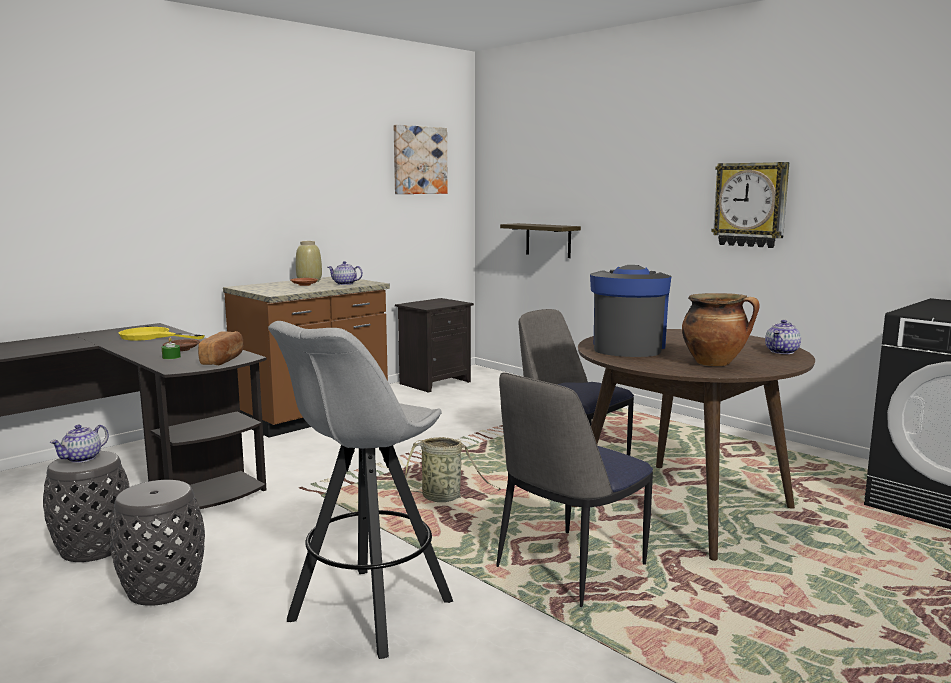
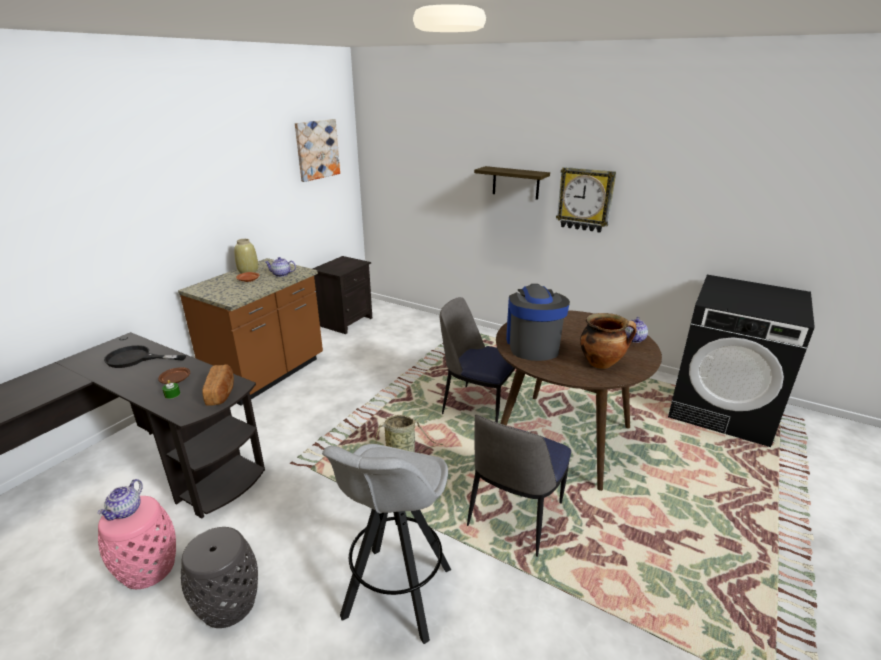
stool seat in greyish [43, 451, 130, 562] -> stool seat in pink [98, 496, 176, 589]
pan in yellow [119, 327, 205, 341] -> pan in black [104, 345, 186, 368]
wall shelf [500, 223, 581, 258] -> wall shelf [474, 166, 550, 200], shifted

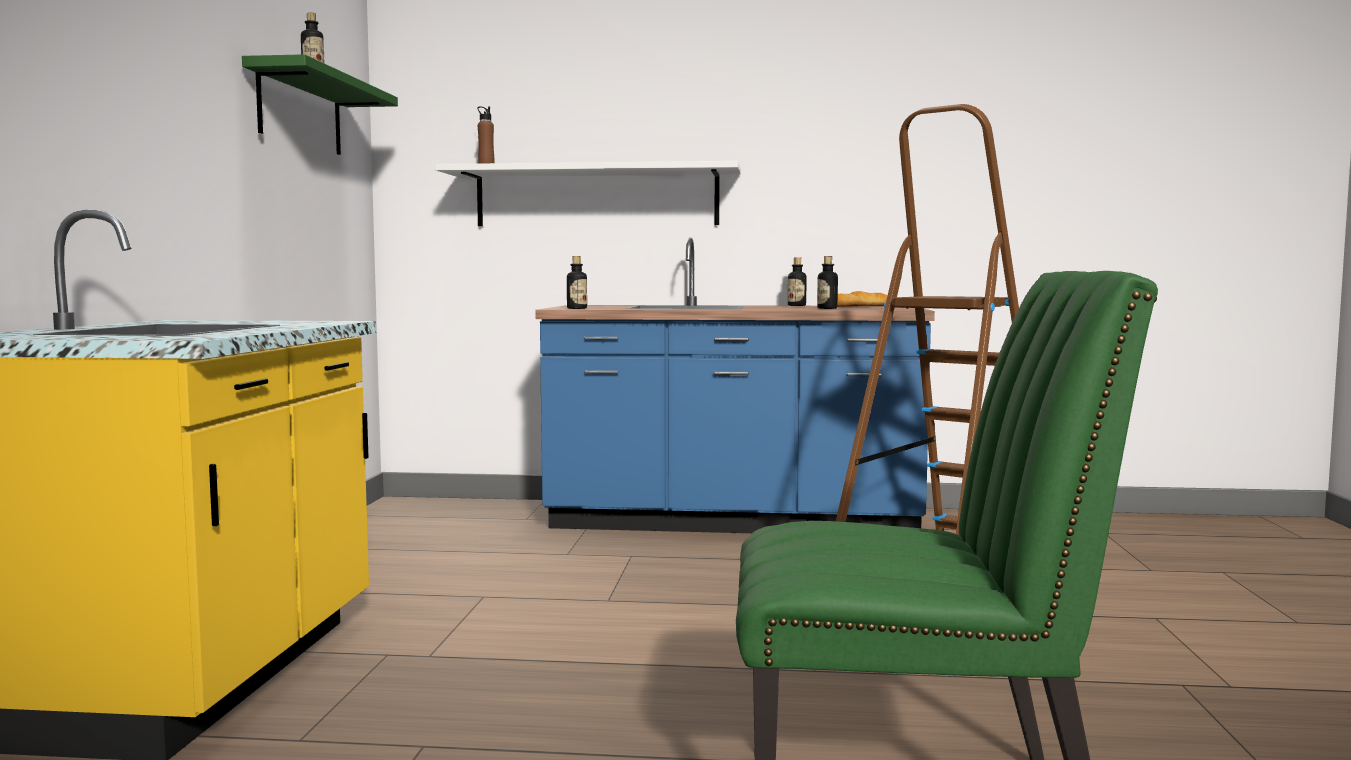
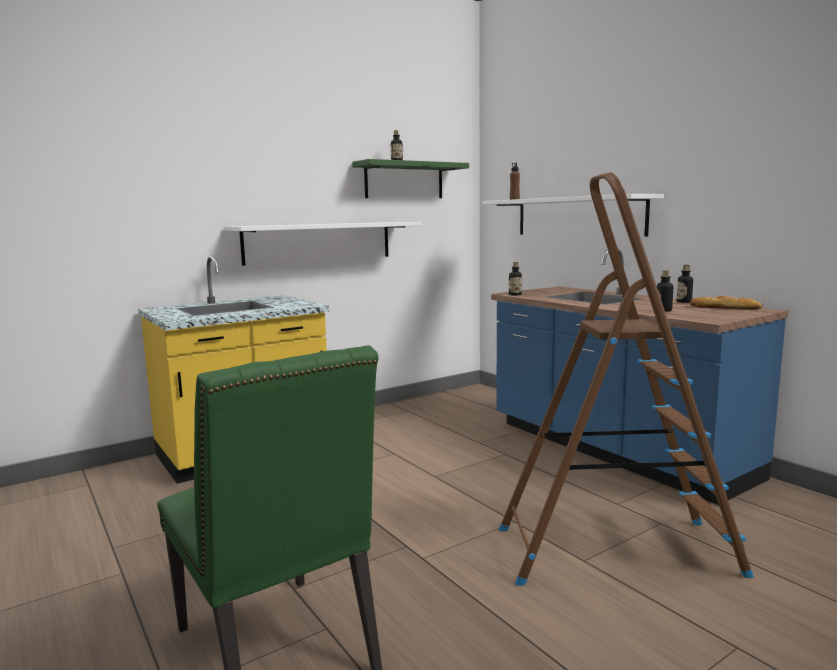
none -> wall shelf in white [225, 222, 421, 266]

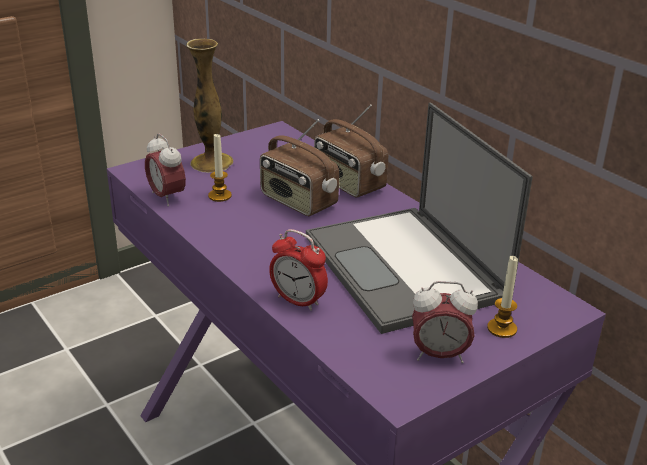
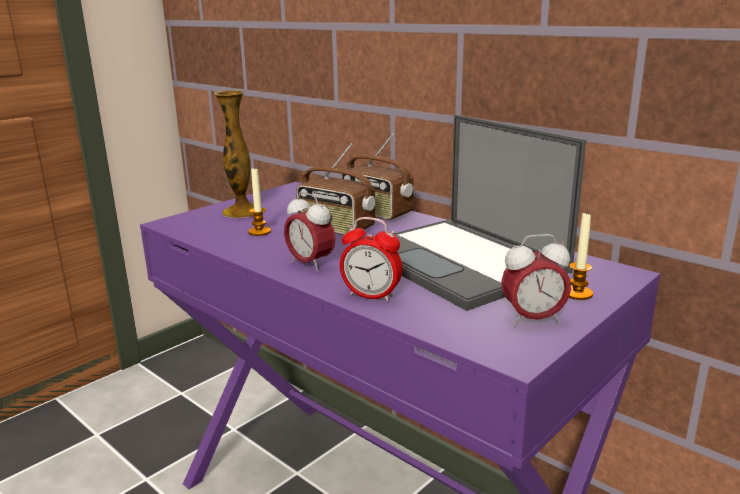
alarm clock [145, 133, 186, 206] -> alarm clock [284, 192, 335, 272], shifted

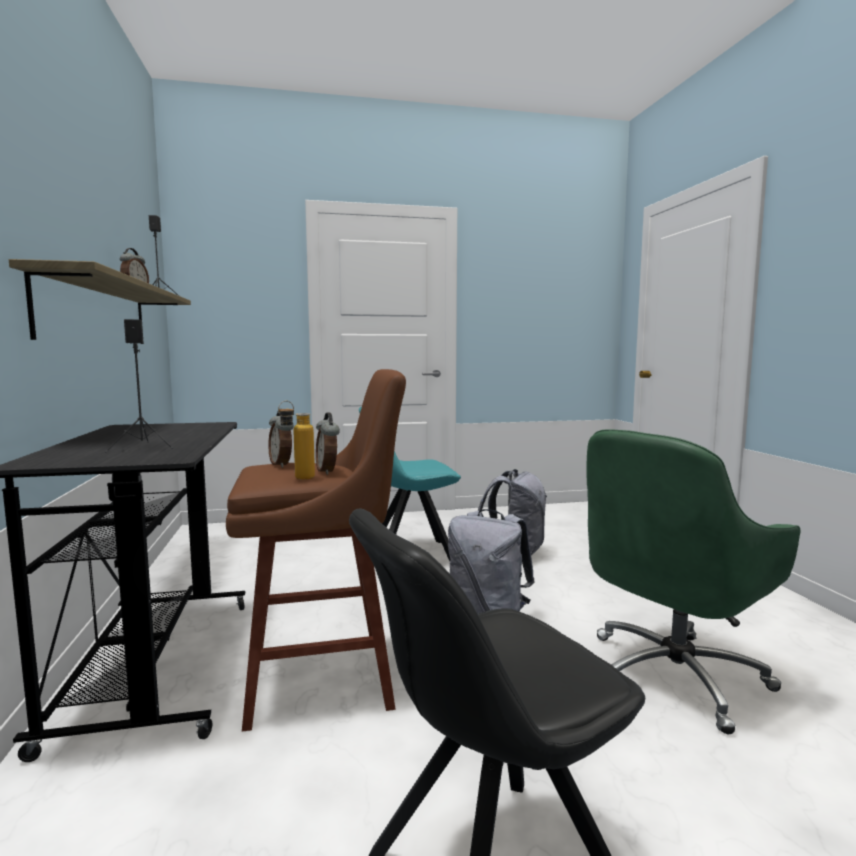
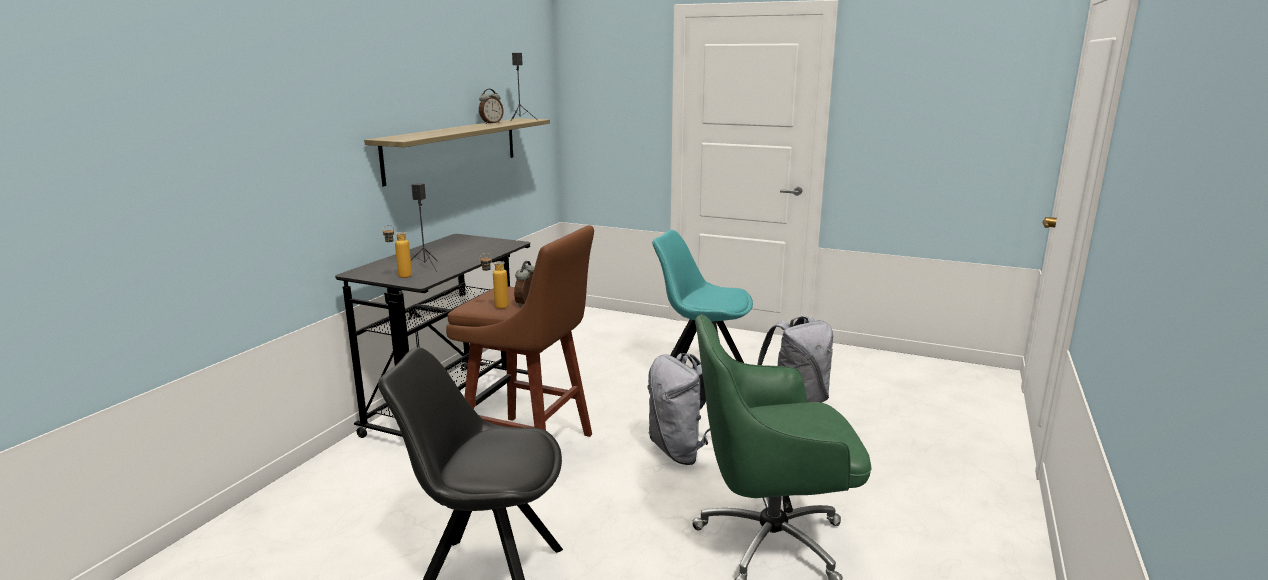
none -> drink bottle [382, 225, 412, 278]
alarm clock [268, 409, 294, 468] -> none

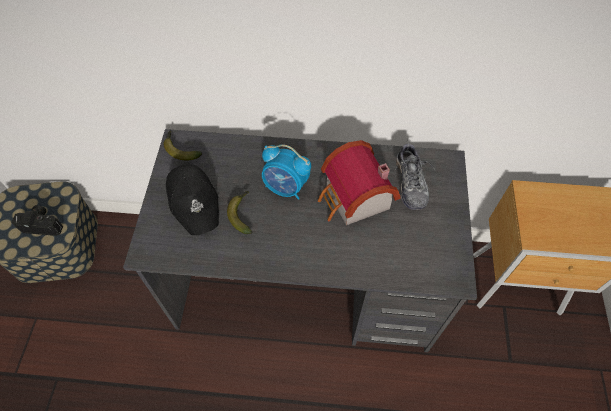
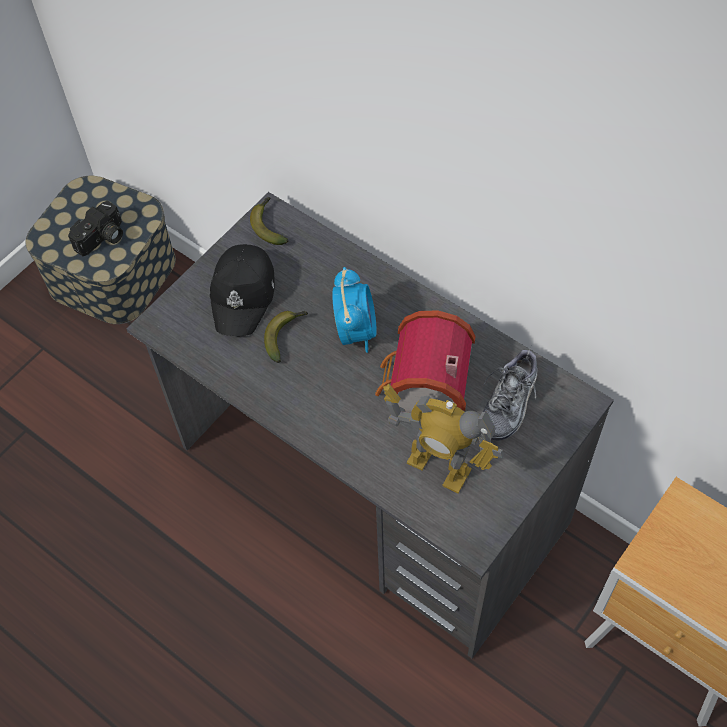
photo camera [11, 205, 63, 236] -> photo camera [68, 200, 123, 256], 90 degrees clockwise
alarm clock [262, 144, 311, 200] -> alarm clock [332, 267, 377, 353], 150 degrees counterclockwise
none -> robot figure [383, 384, 504, 493]

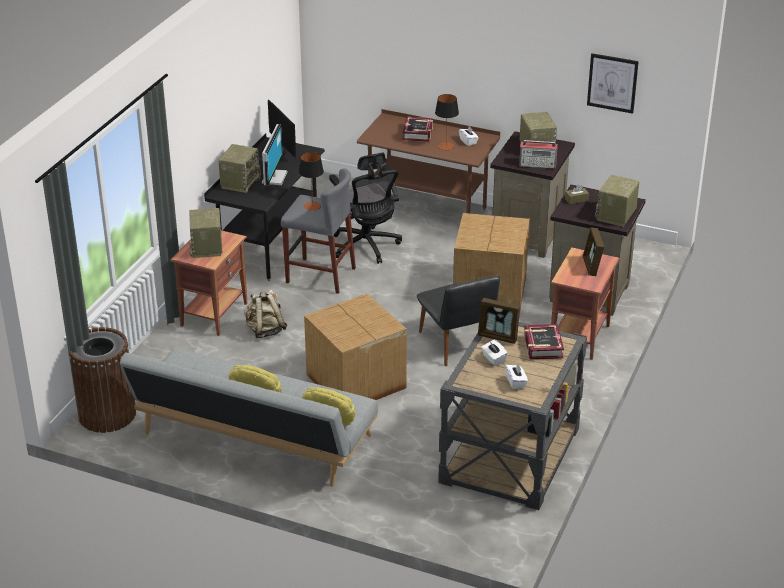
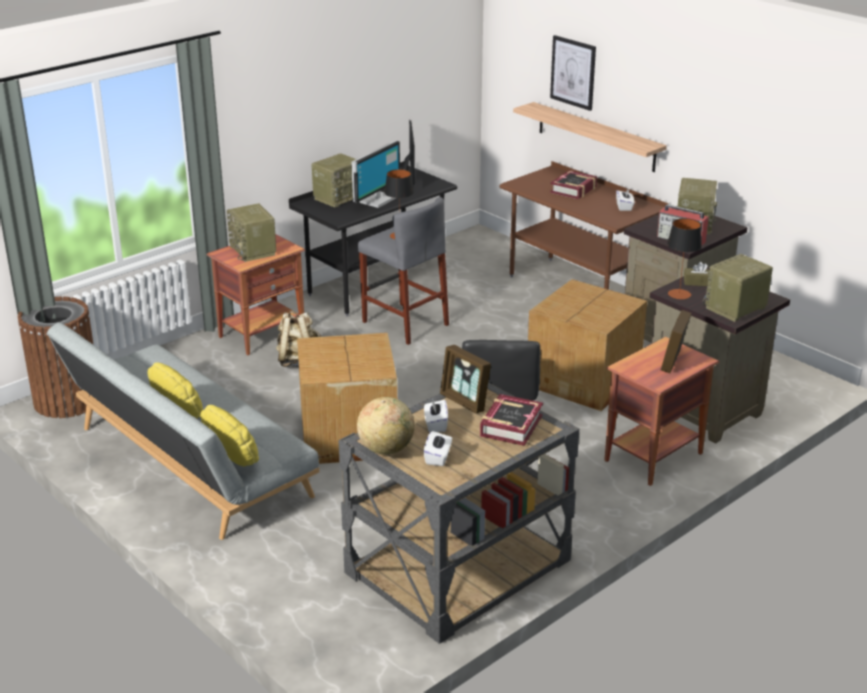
radio receiver [189, 208, 222, 258] -> radio receiver [227, 204, 276, 262], 45 degrees counterclockwise
none -> desk globe [357, 397, 415, 455]
none -> wall shelf [513, 102, 667, 172]
wall picture [587, 53, 639, 114] -> wall picture [550, 35, 596, 111], shifted
table lamp [435, 94, 459, 150] -> table lamp [667, 218, 702, 300], shifted
computer chair [329, 152, 402, 264] -> none

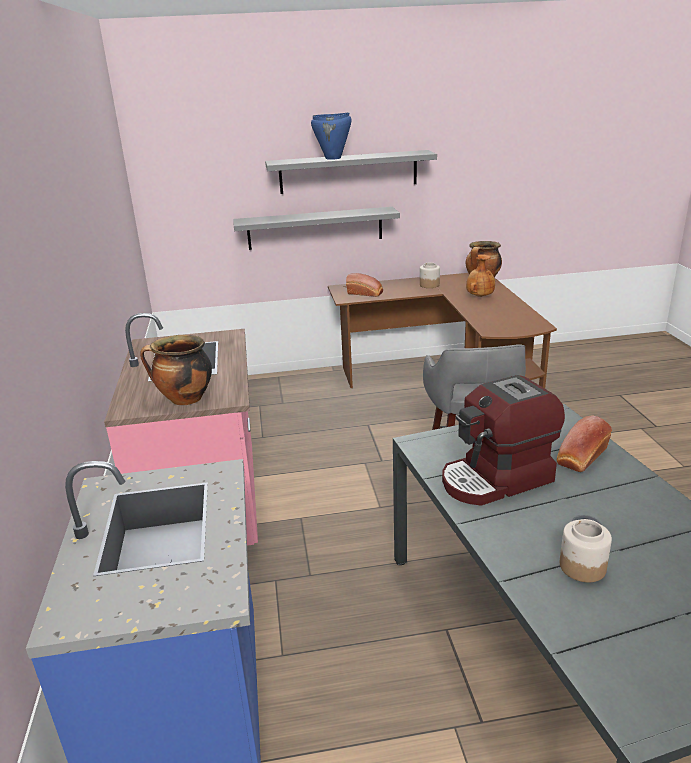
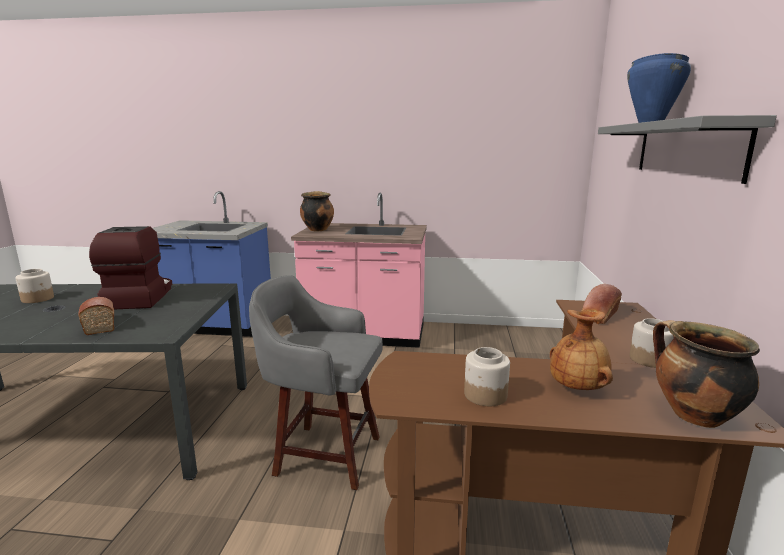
none -> jar [464, 347, 510, 406]
wall shelf in greyish [233, 207, 400, 250] -> none

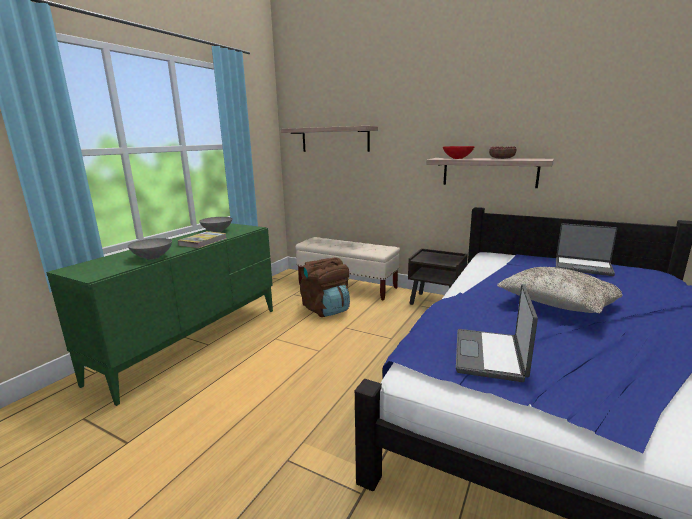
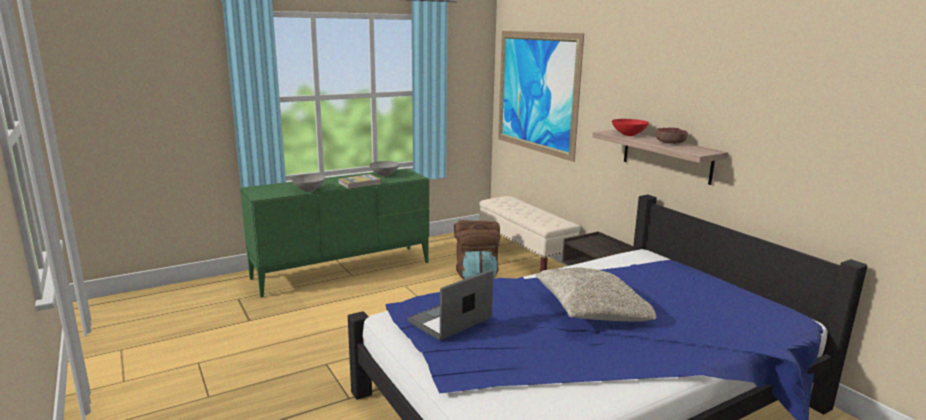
wall shelf [280, 126, 378, 152] -> wall picture [498, 31, 584, 162]
notebook computer [556, 223, 617, 276] -> none

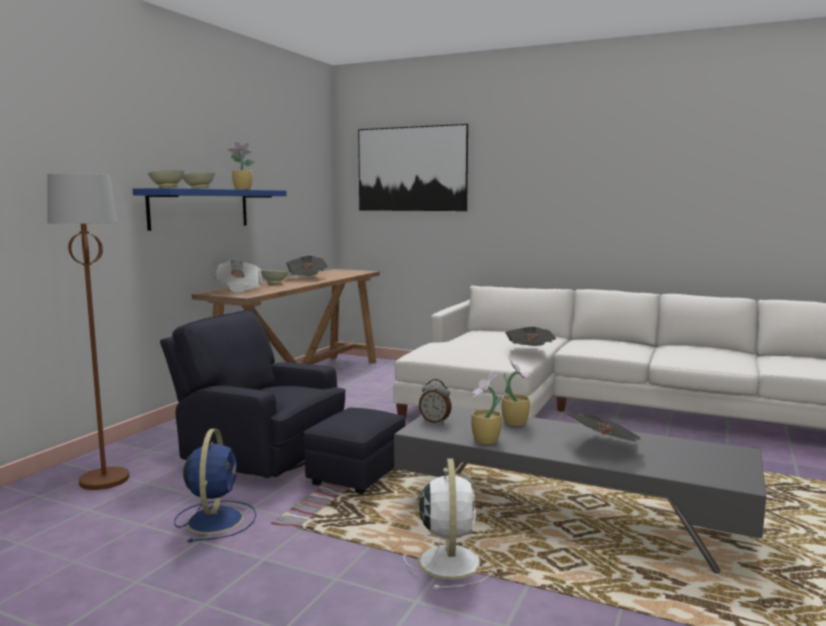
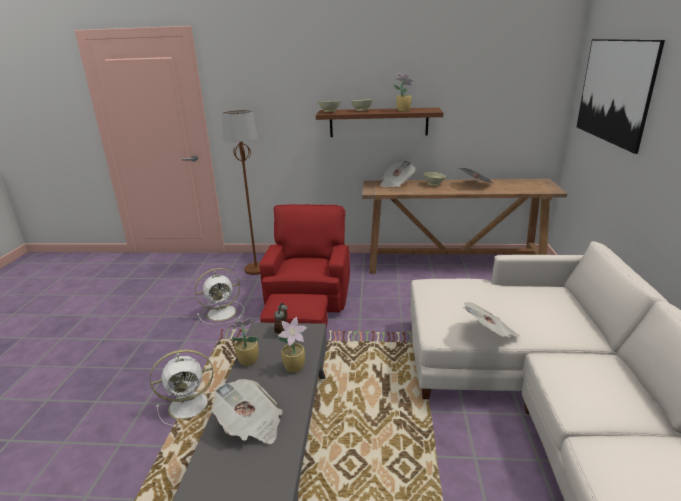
electric fan in blue [174, 429, 256, 542] -> electric fan in white [195, 268, 244, 325]
easy chair in black [160, 309, 406, 494] -> easy chair in red [260, 204, 350, 328]
wall shelf in blue [133, 188, 287, 231] -> wall shelf in brown-coloured [316, 107, 443, 137]

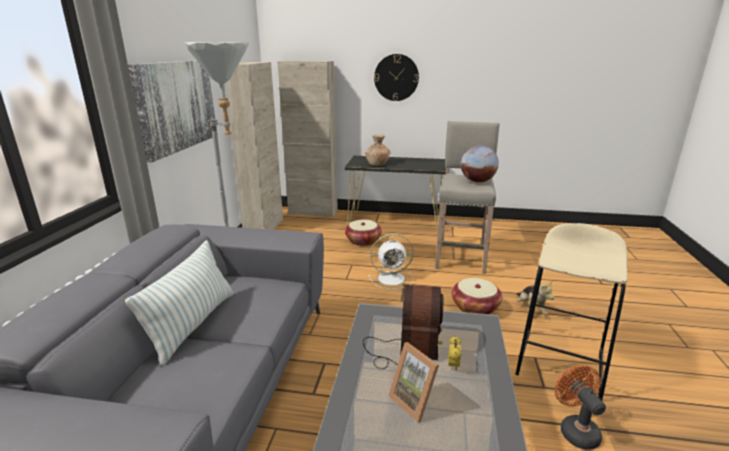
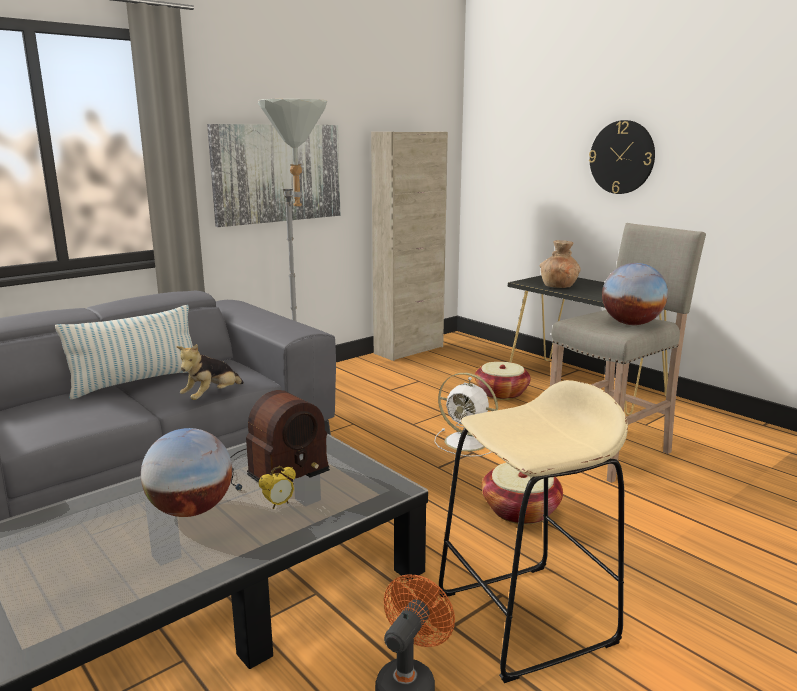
standing frame [388, 342, 439, 422] -> desk globe [141, 428, 232, 517]
soft toy [516, 280, 554, 315] -> soft toy [176, 344, 244, 400], shifted
cabinet in beige-coloured [277, 61, 338, 217] -> none

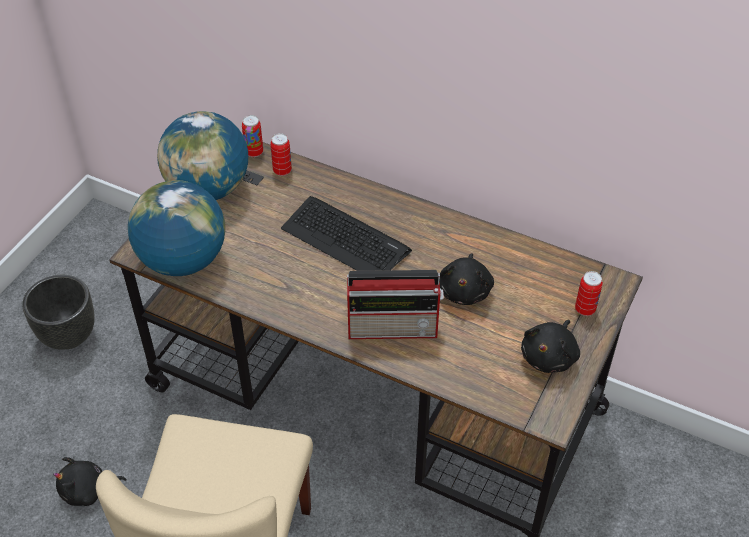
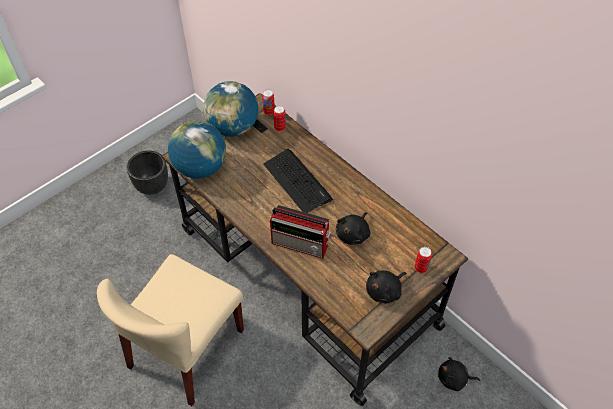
soft toy in black [53, 457, 126, 506] -> soft toy in black [438, 357, 480, 391], shifted

